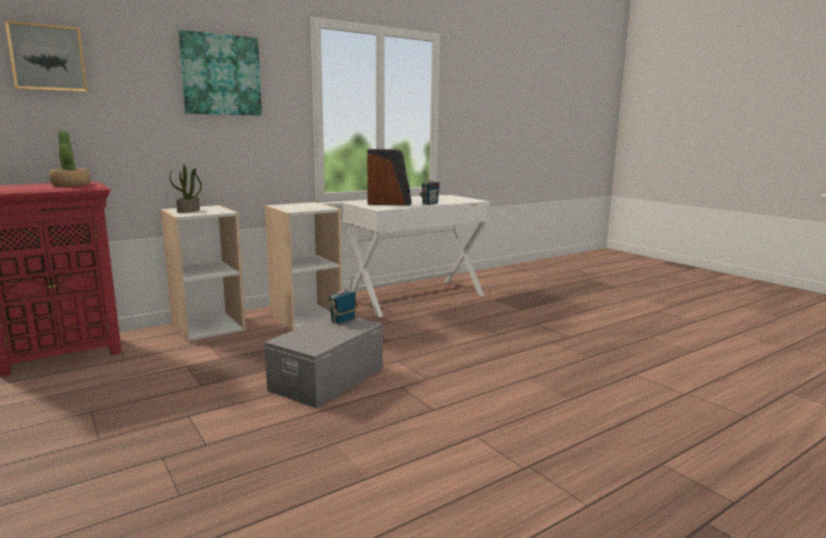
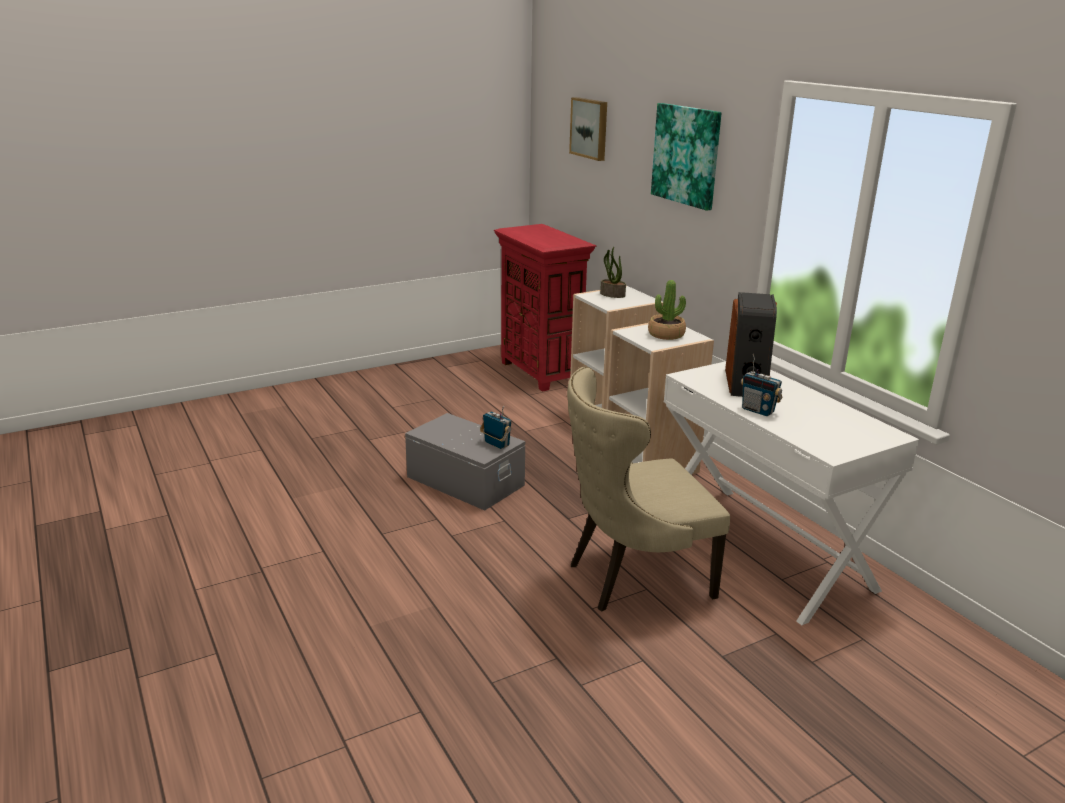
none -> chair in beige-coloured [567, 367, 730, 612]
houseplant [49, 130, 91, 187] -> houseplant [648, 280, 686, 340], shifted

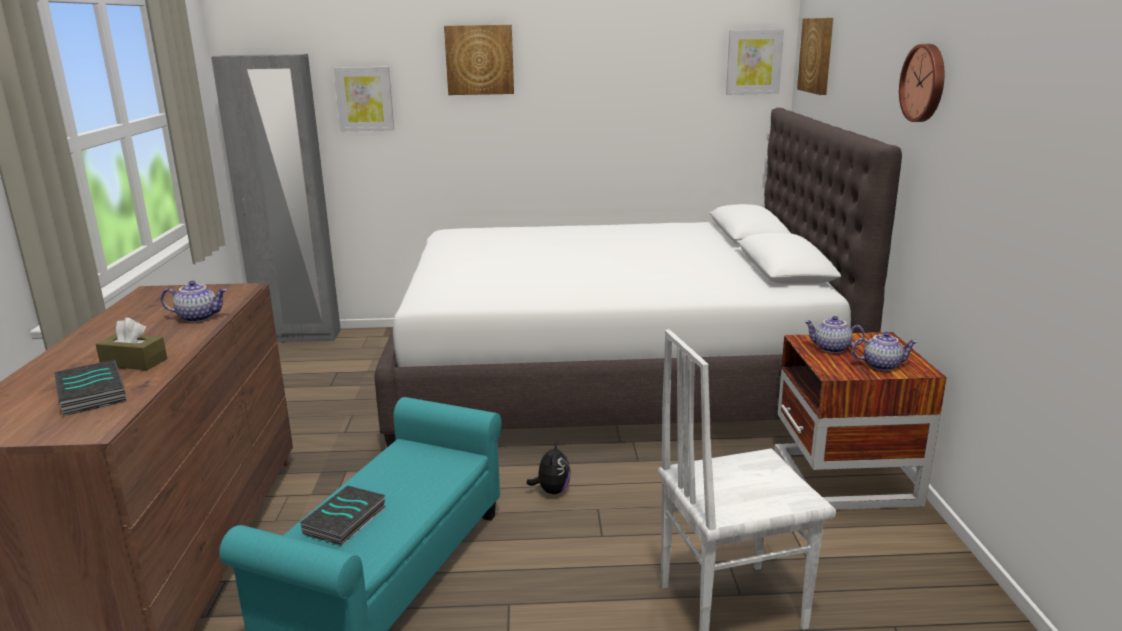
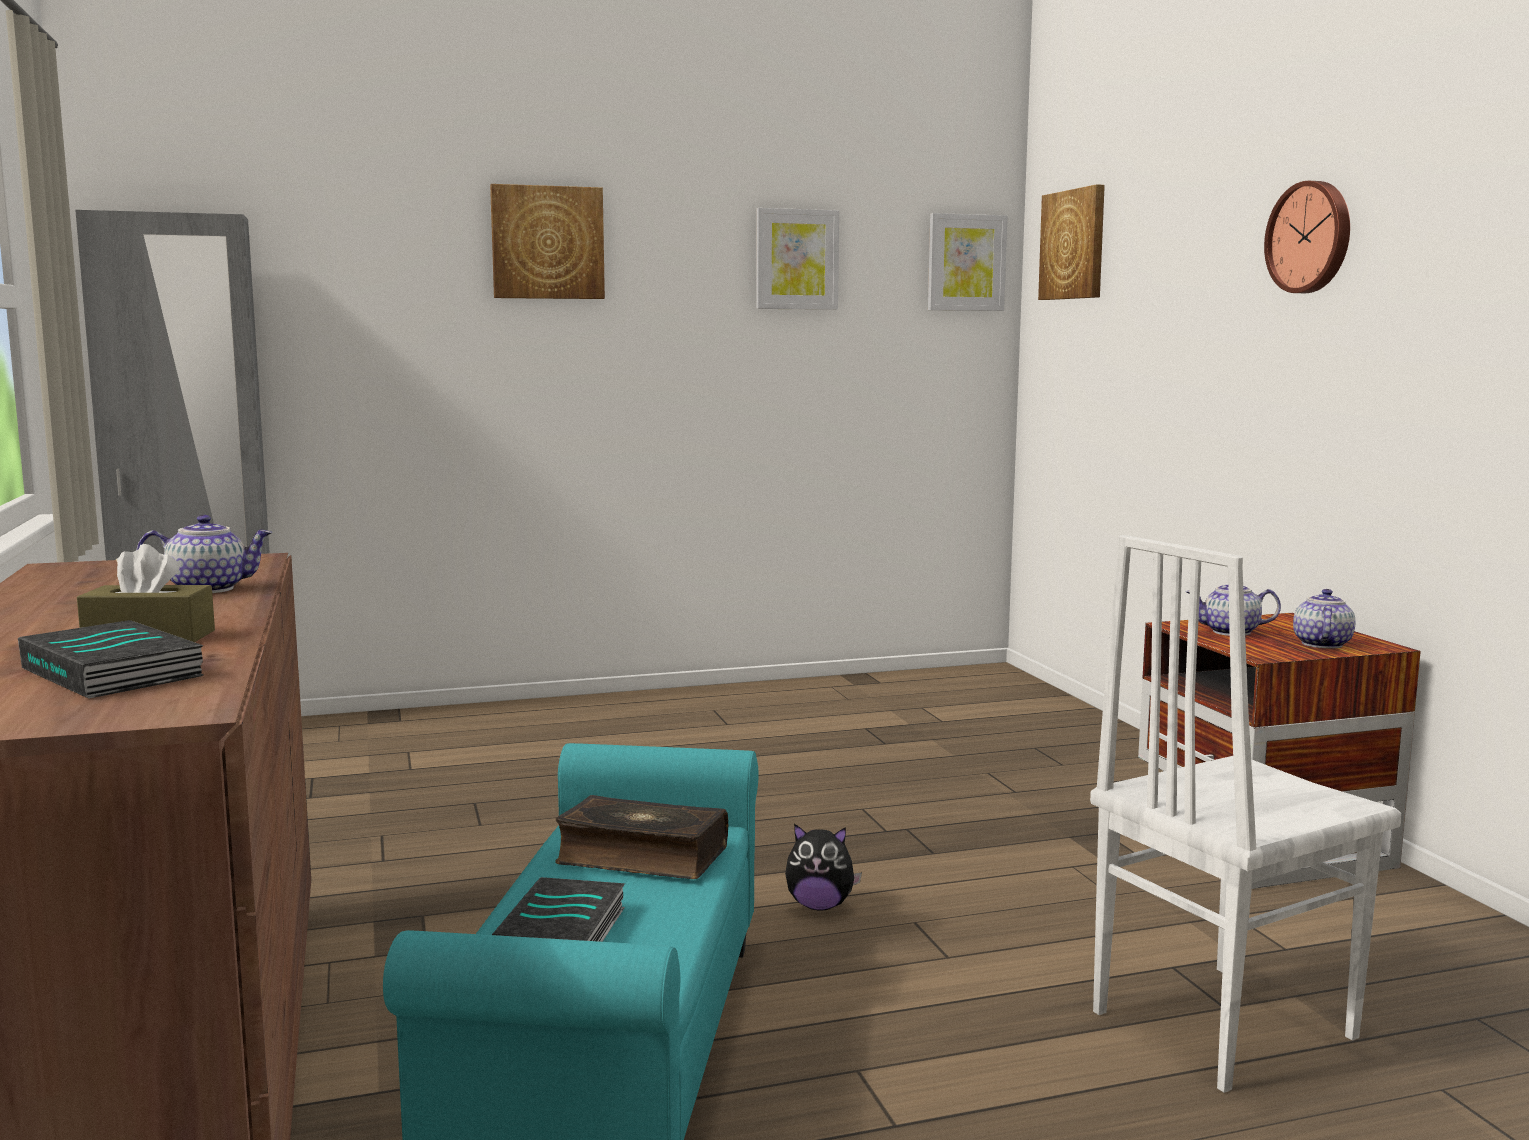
none -> volume [555, 795, 728, 879]
wall picture [334, 67, 394, 131] -> wall picture [756, 208, 839, 310], shifted
soft toy [526, 441, 571, 494] -> soft toy [785, 824, 862, 910], 105 degrees clockwise
pot for tea [852, 332, 917, 371] -> pot for tea [1293, 589, 1356, 649], 60 degrees counterclockwise
sleeping bed in white [374, 108, 902, 447] -> none

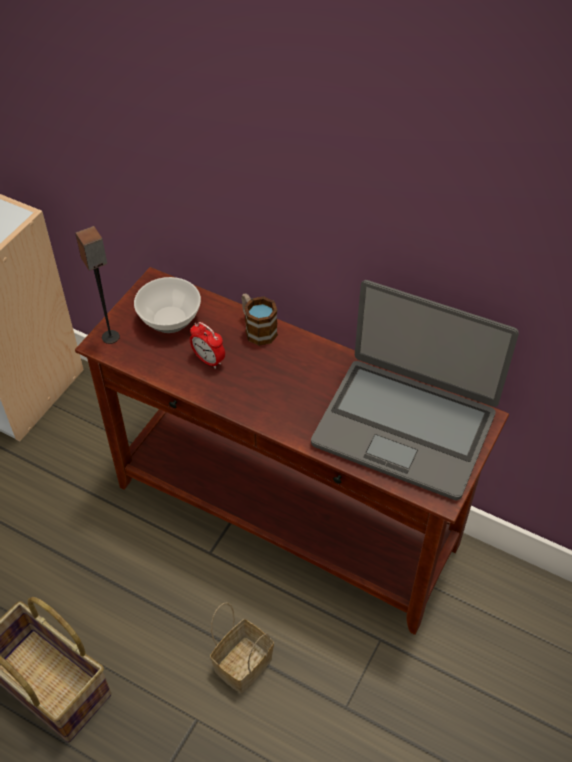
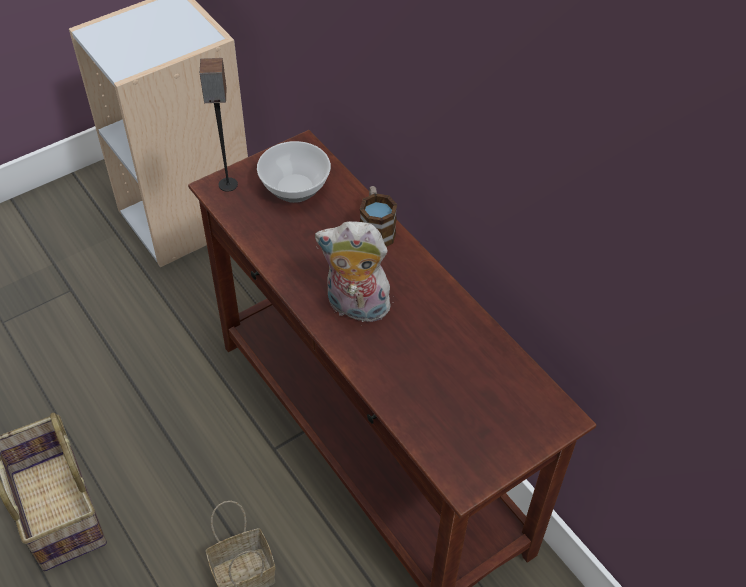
none -> soft toy [315, 221, 394, 322]
alarm clock [190, 322, 225, 369] -> none
notebook computer [311, 280, 519, 500] -> none

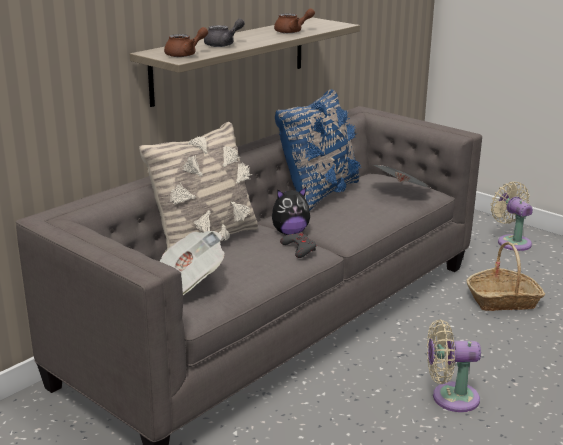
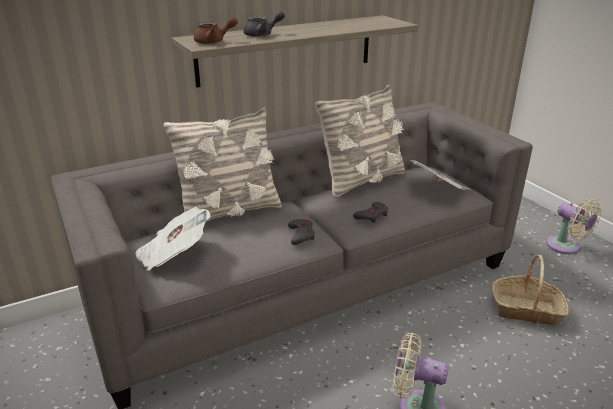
pillow in blue [275, 89, 361, 210] -> pillow in beige-coloured [315, 85, 405, 198]
none -> game controller in greyish [353, 202, 388, 223]
electric fan in beige-coloured [491, 182, 533, 251] -> electric fan in beige-coloured [546, 199, 602, 254], 150 degrees clockwise
soft toy [272, 187, 310, 235] -> none
pot for tea in brown-coloured [274, 8, 315, 33] -> none

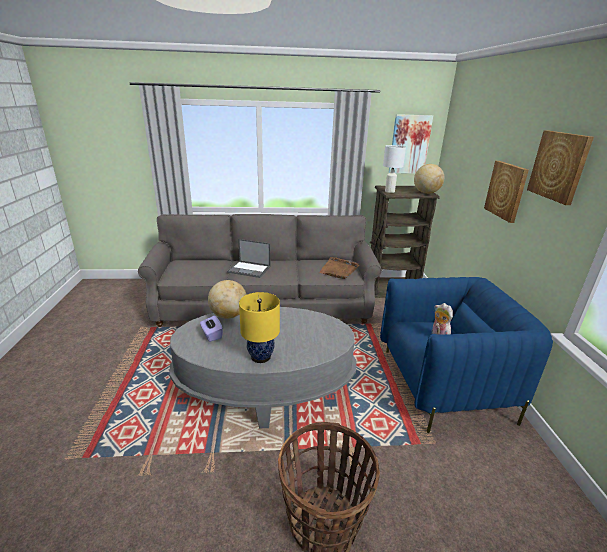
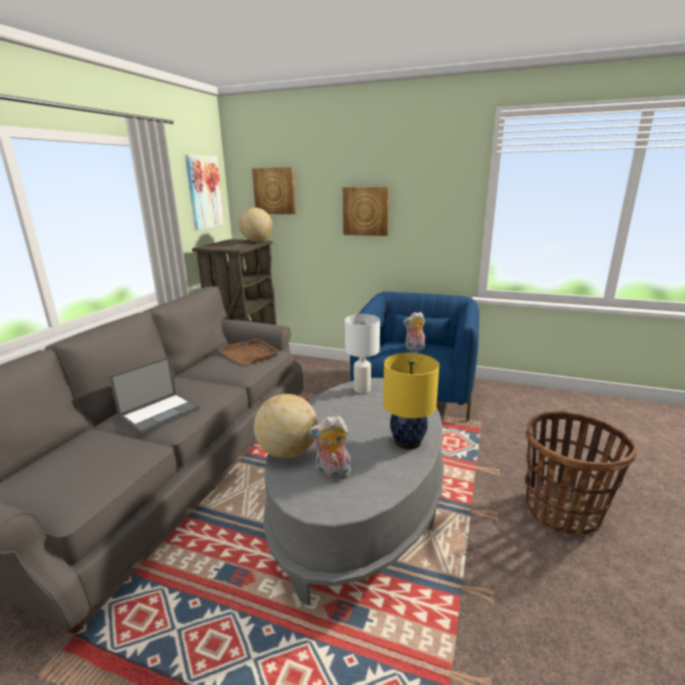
wall picture [527, 130, 594, 205] -> wall picture [252, 167, 296, 214], shifted
box of tissues in purple-coloured [200, 316, 223, 342] -> soft toy [309, 416, 351, 481]
table lamp in white [383, 145, 406, 193] -> table lamp in white [345, 314, 380, 394], shifted

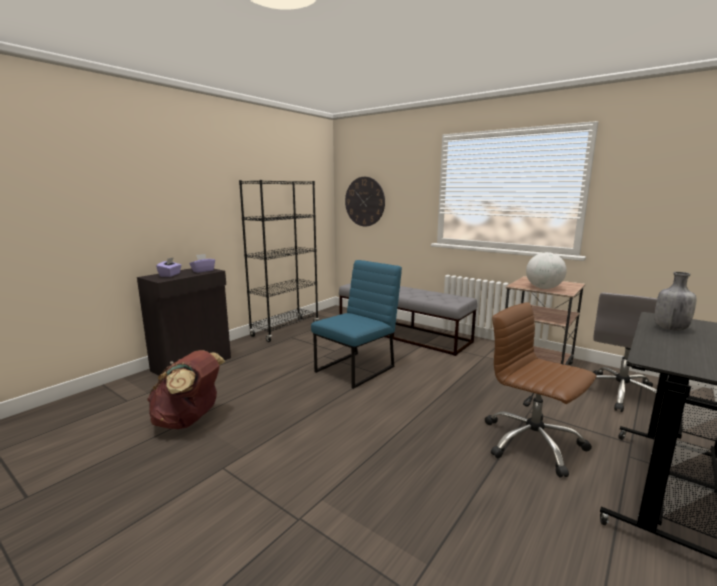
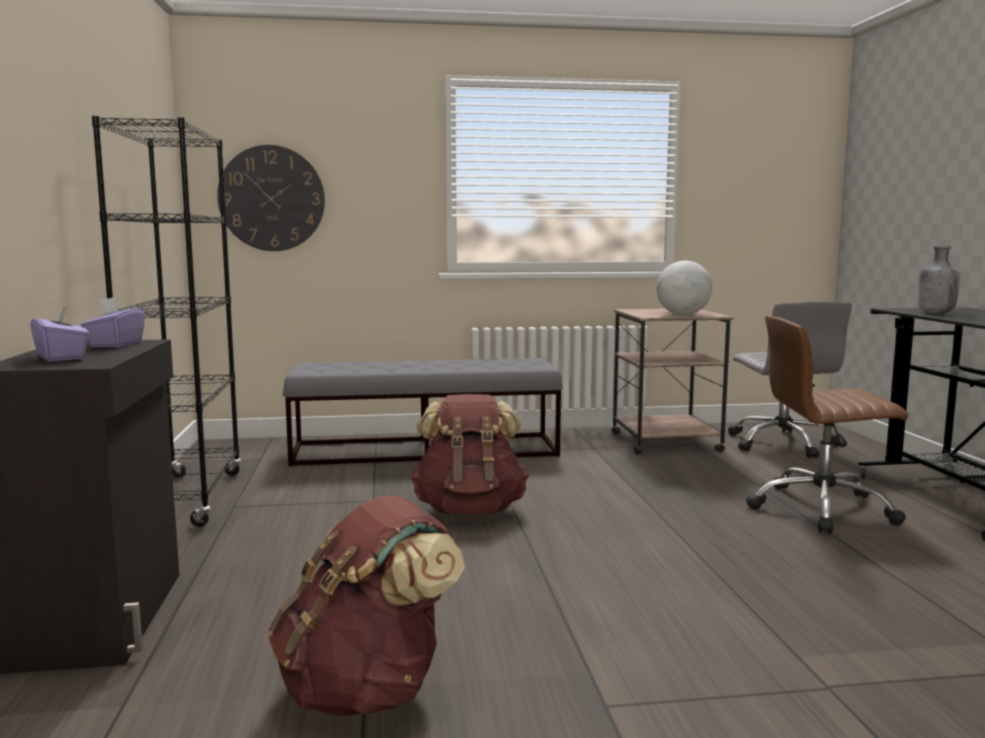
chair in blue [311, 260, 402, 389] -> knapsack in brown-coloured [411, 394, 529, 515]

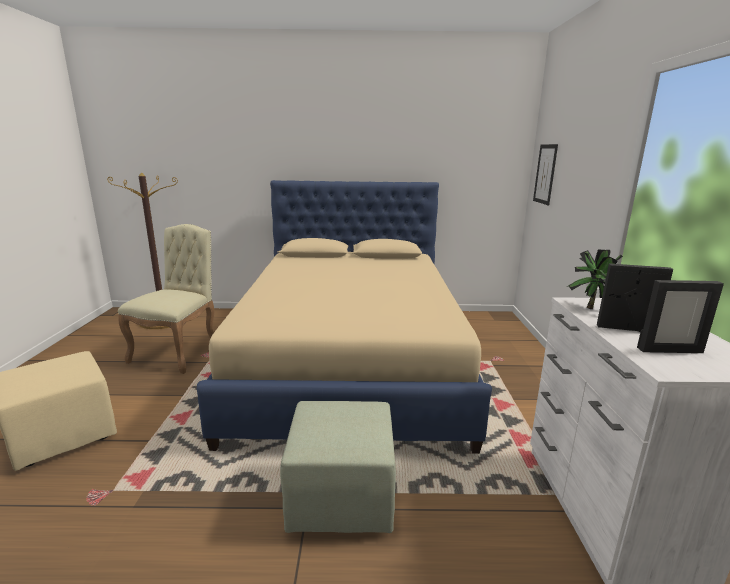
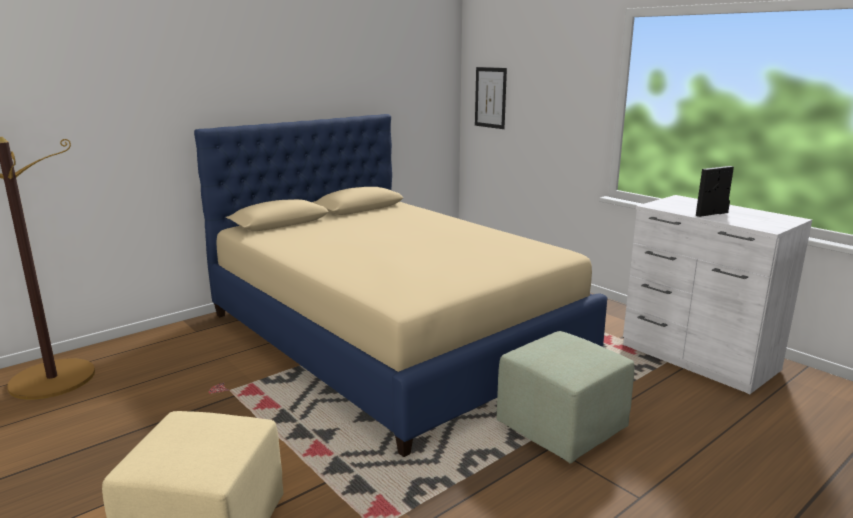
chair in beige-coloured [118, 224, 214, 374] -> none
houseplant [567, 250, 623, 309] -> none
standing frame [637, 280, 724, 353] -> none

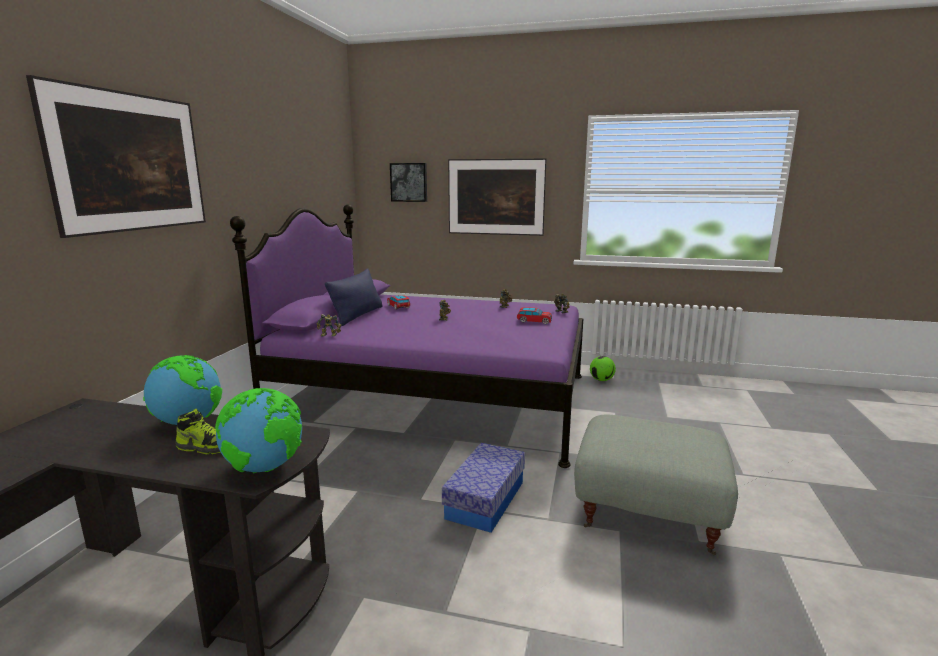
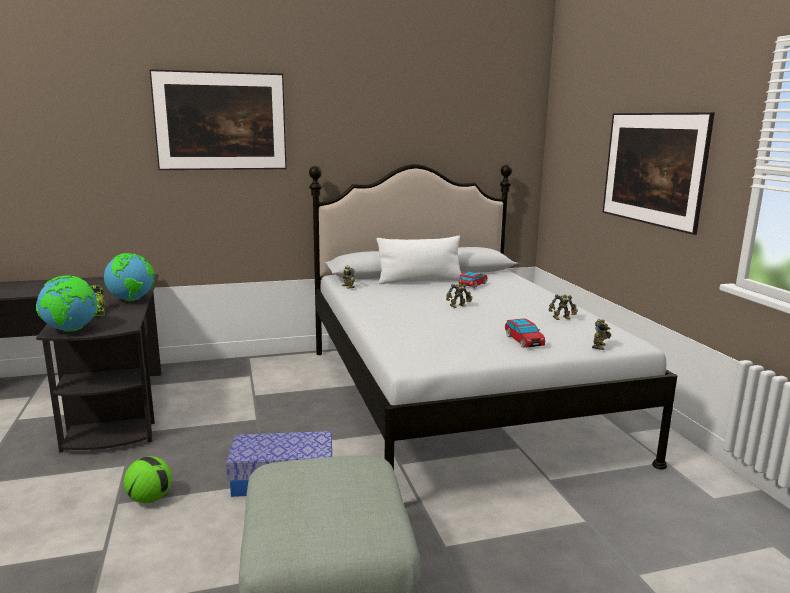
football ball [590, 356, 616, 381] -> football ball [124, 457, 172, 503], shifted
sleeping bed in purple-coloured [230, 205, 583, 468] -> sleeping bed in white [309, 164, 677, 470]
pillow in blue [325, 268, 382, 326] -> pillow in white [377, 236, 461, 284]
wall picture [390, 163, 427, 202] -> none

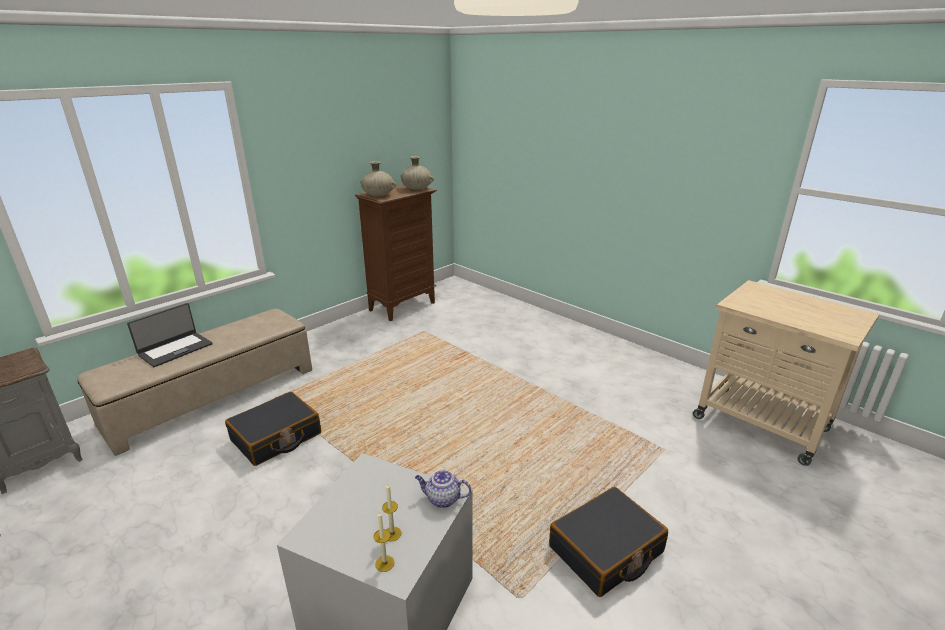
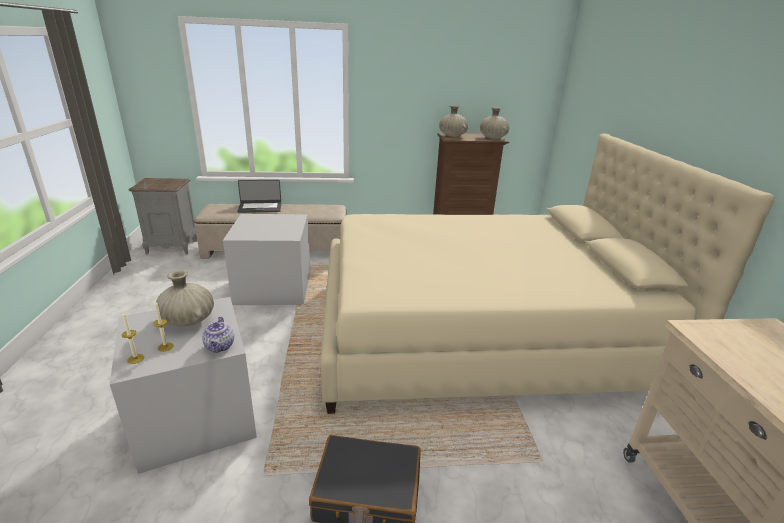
none -> vase in beige-coloured [156, 270, 214, 327]
pot for tea [415, 470, 471, 508] -> pot for tea [202, 317, 234, 353], 150 degrees counterclockwise
travel case in black [225, 392, 321, 466] -> storage bin in greyish [223, 214, 310, 305]
none -> sleeping bed in beige-coloured [321, 133, 774, 414]

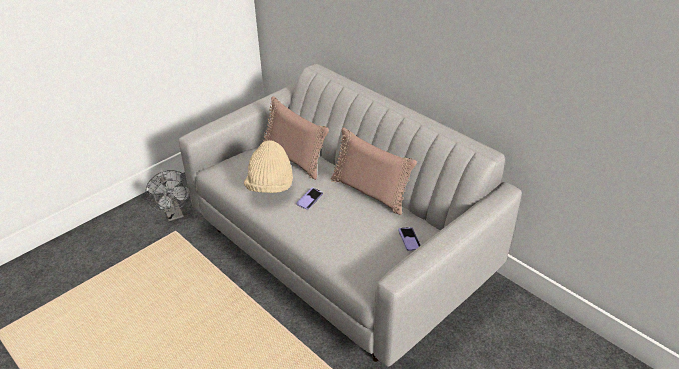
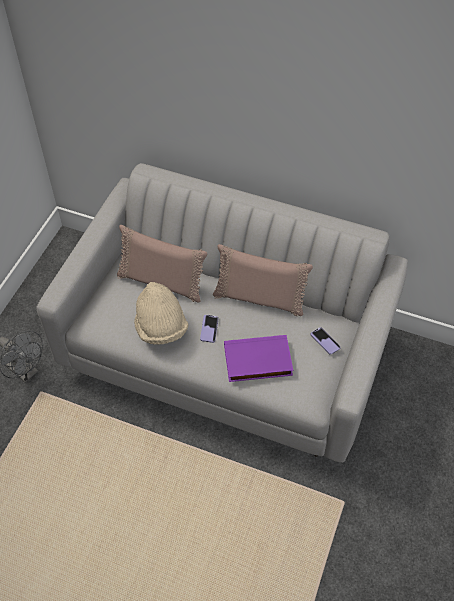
none -> volume in purple-coloured [224, 335, 293, 382]

